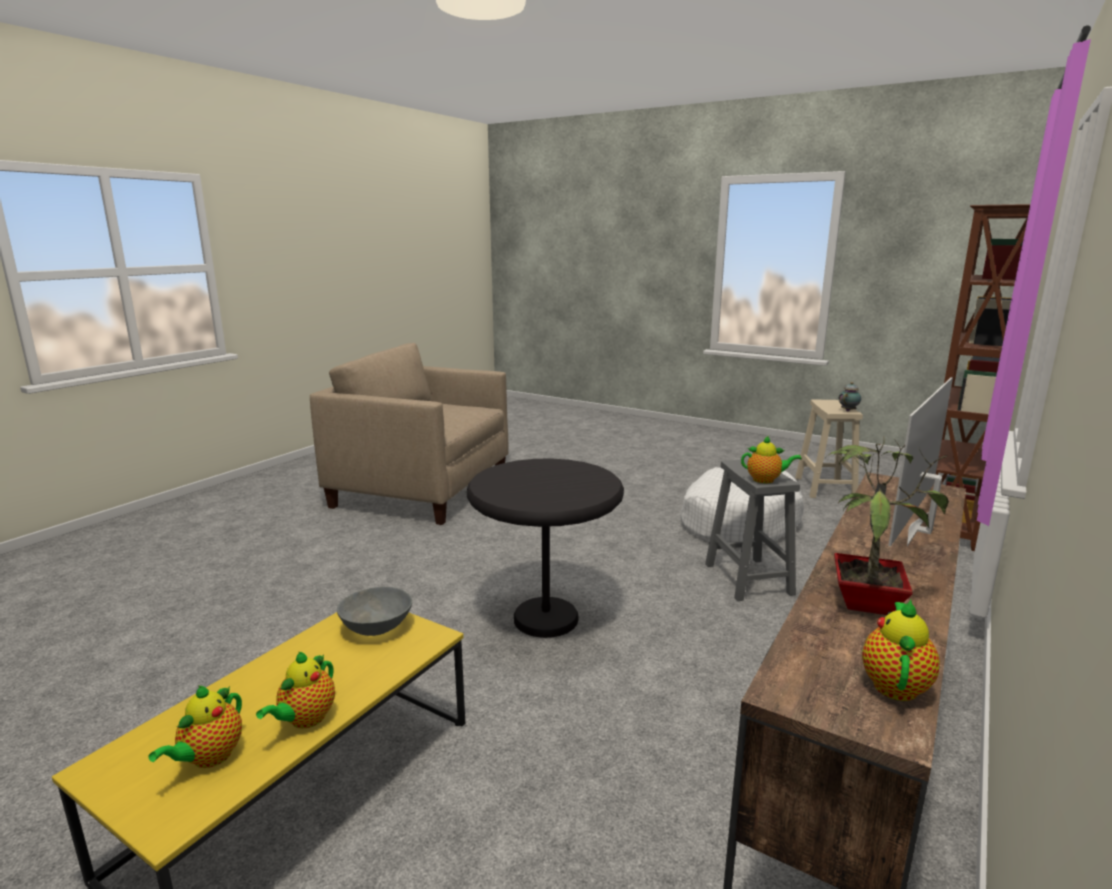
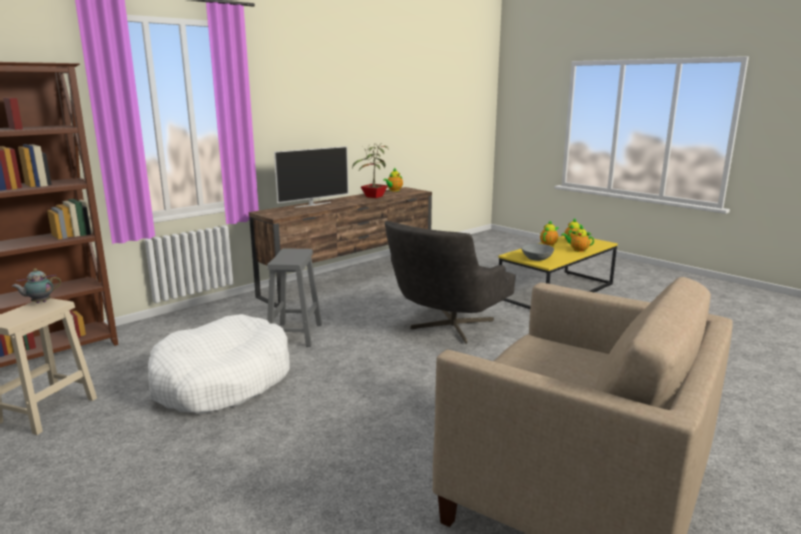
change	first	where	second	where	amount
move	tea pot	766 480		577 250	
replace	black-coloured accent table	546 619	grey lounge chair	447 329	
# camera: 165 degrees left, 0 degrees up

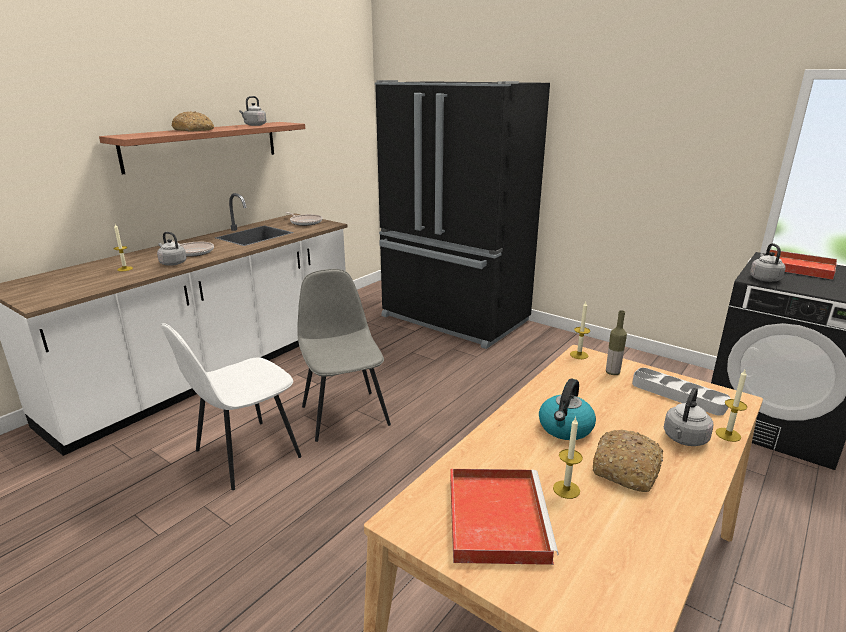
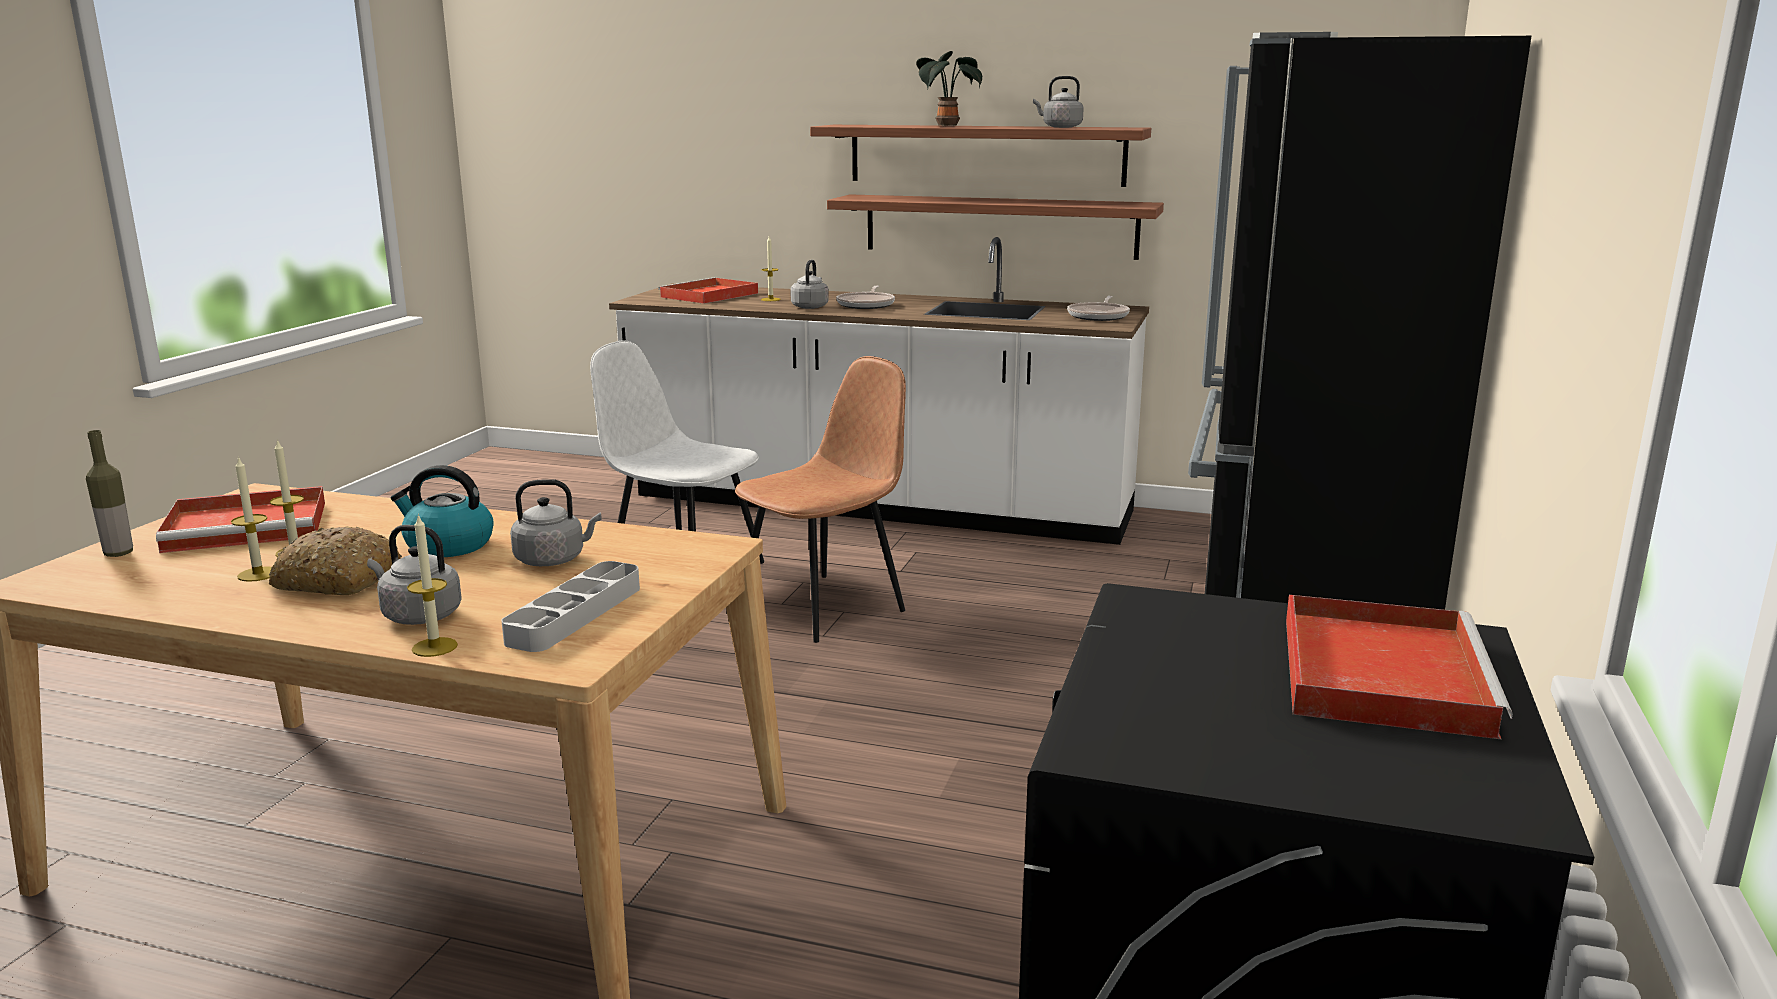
change	first	where	second	where	amount
insert			reddish serving tray	708 295	
insert			shelf	1000 226	
move	wax light	579 355		258 574	
move	bottle	612 372		119 553	
move	grey water kettle	764 278		553 560	
replace	bakery bread	194 130	plant in a pot	945 126	
recolor	grey plain chair	344 414	brownish plain chair	824 606	
# camera: 70 degrees right, 5 degrees down

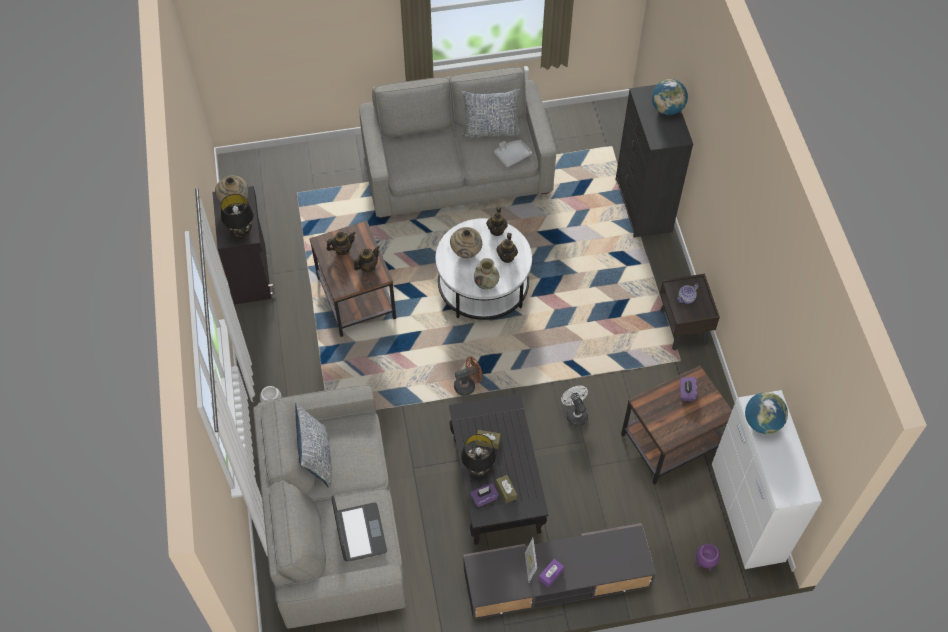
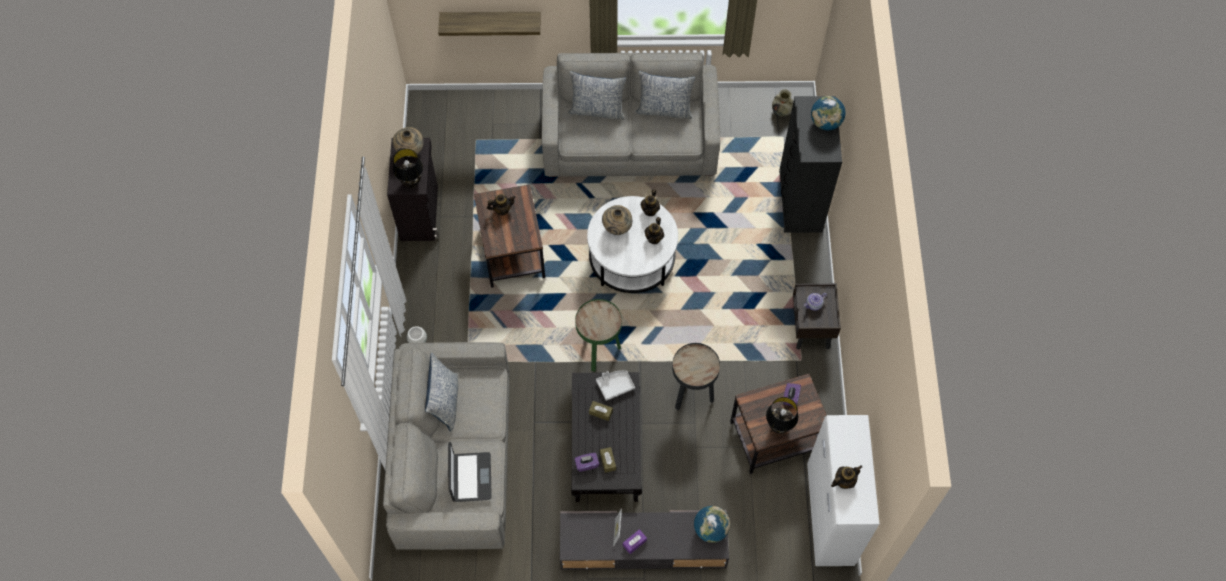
change	first	where	second	where	amount
delete	purplish plant pot	704 564			
insert			shelf	490 20	
insert			pillow	597 110	
move	tea pot	367 266		844 481	
move	black-coloured lamp for a table	478 470		779 427	
move	beige vase	486 283		781 111	
move	grey serving tray	512 155		615 385	
move	desk globe	762 422		710 529	
replace	brownish cooling fan	468 385	green-coloured accent table	599 352	
replace	white cooling fan	575 414	black-coloured accent table	691 395	
# camera: 10 degrees right, 5 degrees up

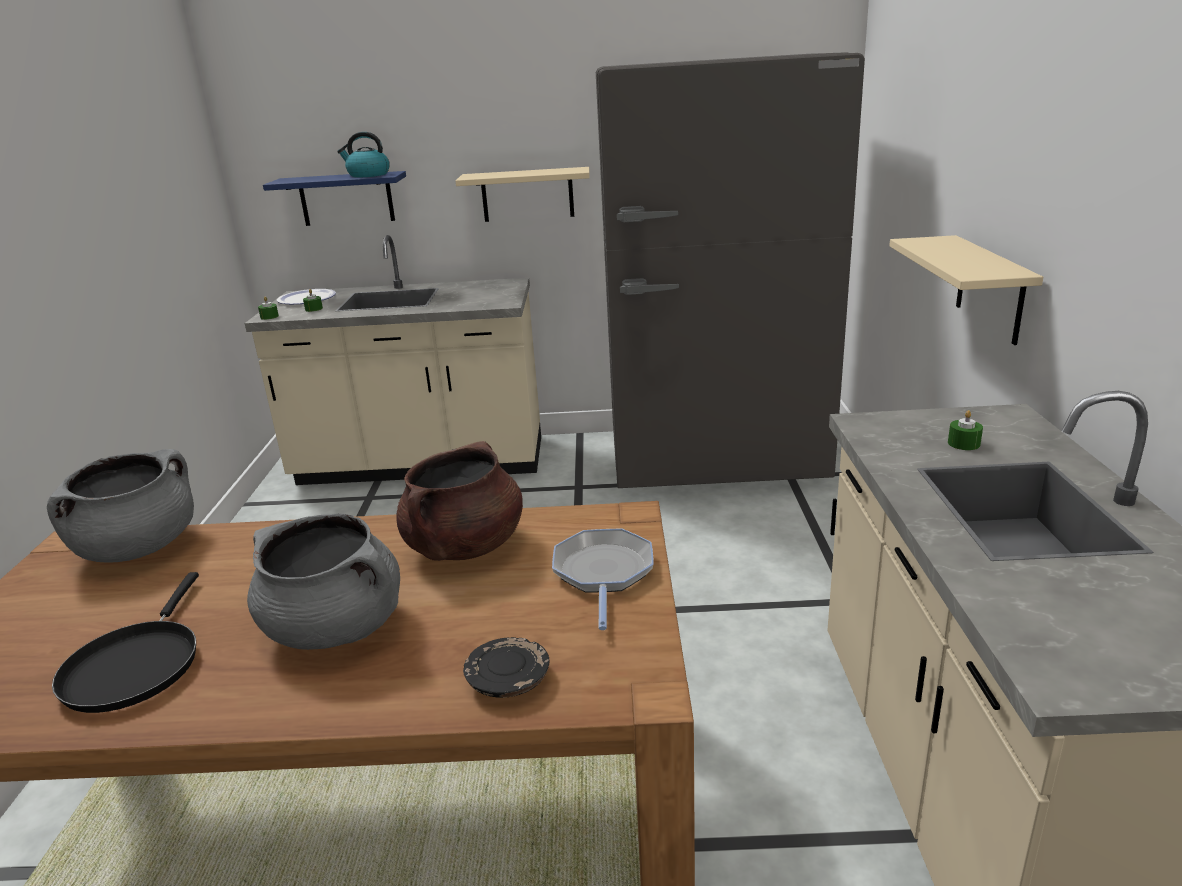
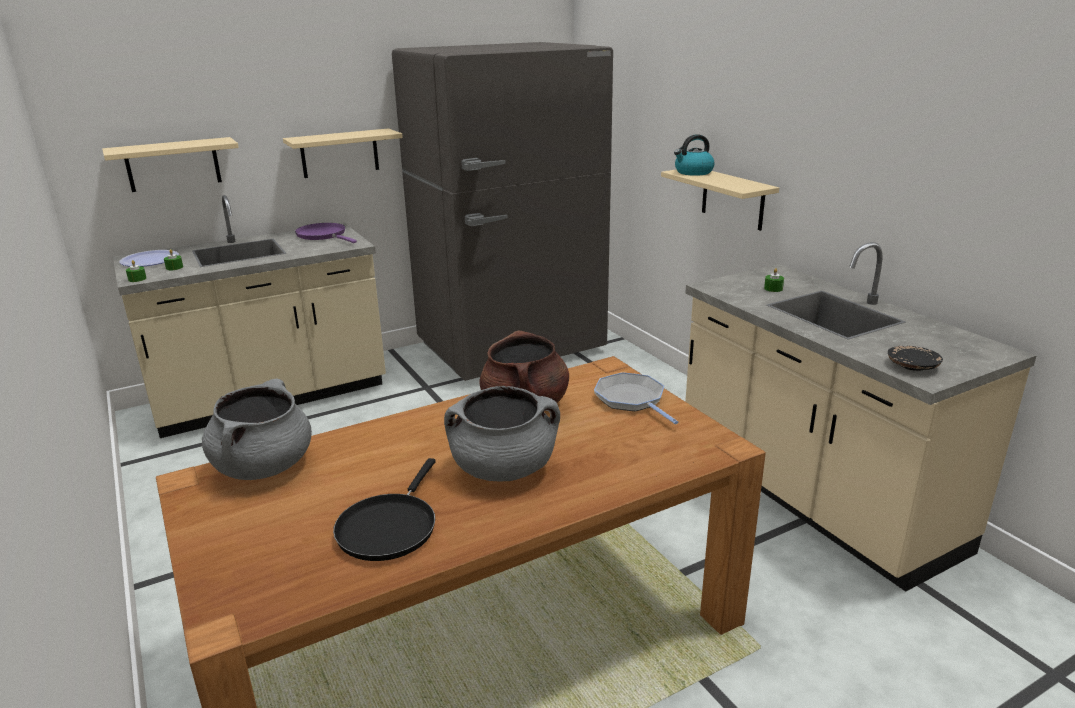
change	first	where	second	where	amount
insert			purplish skillet	323 235	
move	water kettle	368 175		693 172	
move	black-coloured plate	508 679		912 366	
recolor	blue-coloured shelf	346 199	beige shelf	173 164	
rotate	black-coloured skillet	136 665		389 527	45 degrees clockwise
# camera: 30 degrees left, 0 degrees up

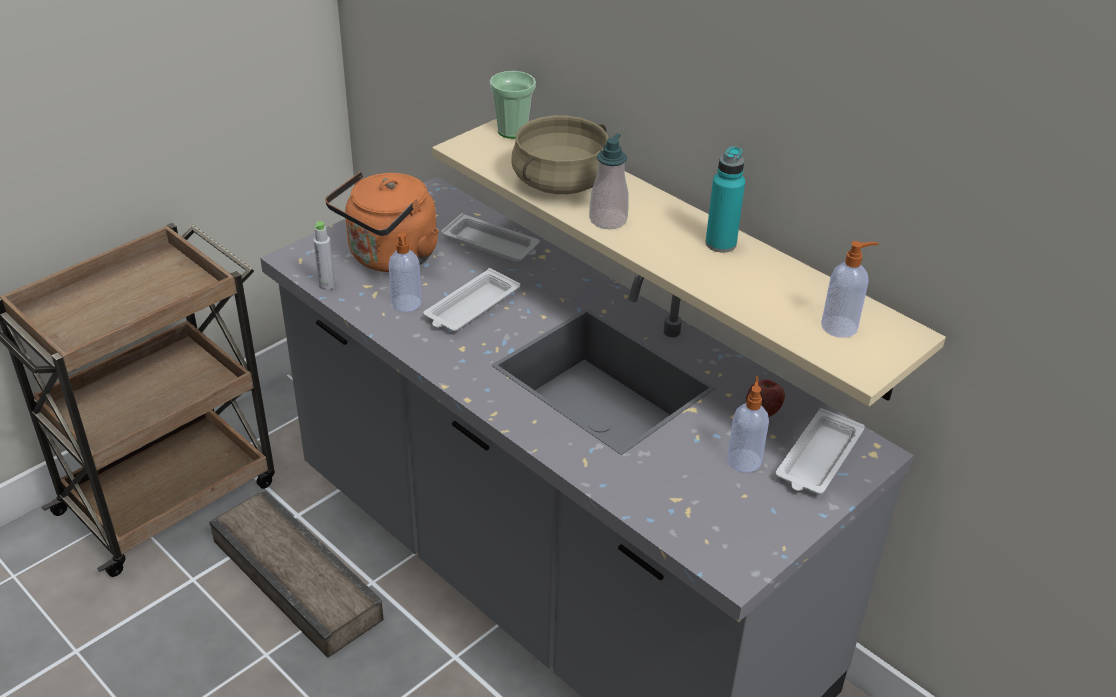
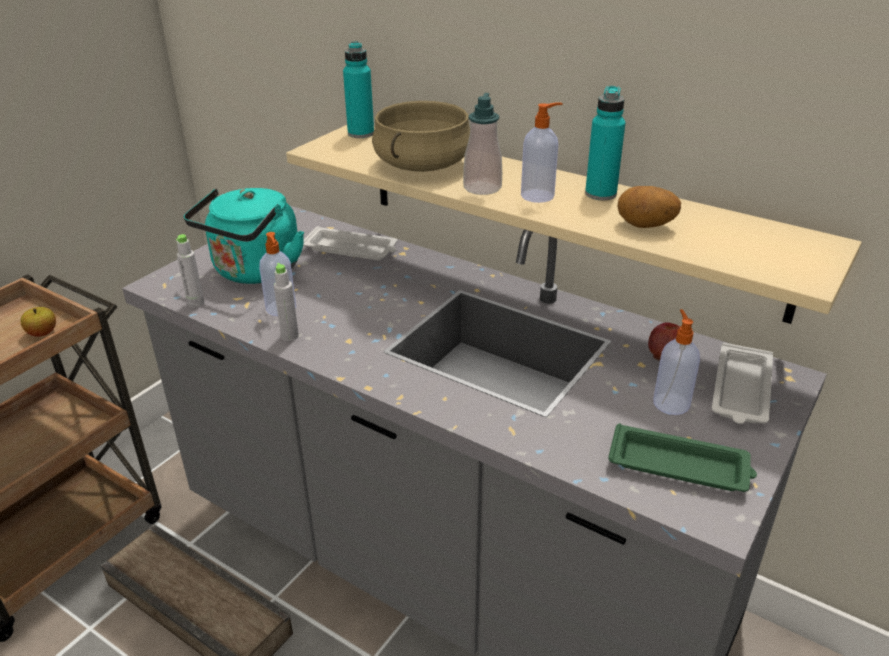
change	first	where	second	where	amount
delete	white serving tray	471 307			
insert			apple fruit	42 333	
insert			grey bottle	290 336	
insert			green-coloured serving tray	680 466	
insert			potato	645 226	
move	soap dispenser	840 327		538 195	
replace	small cup	512 131	turquoise bottle	361 133	
recolor	orangey water kettle	389 258	turquoise water kettle	254 272	
# camera: 10 degrees left, 5 degrees down

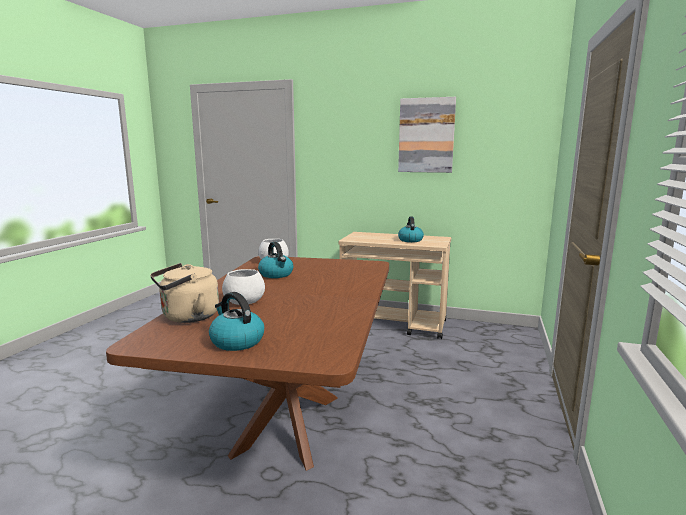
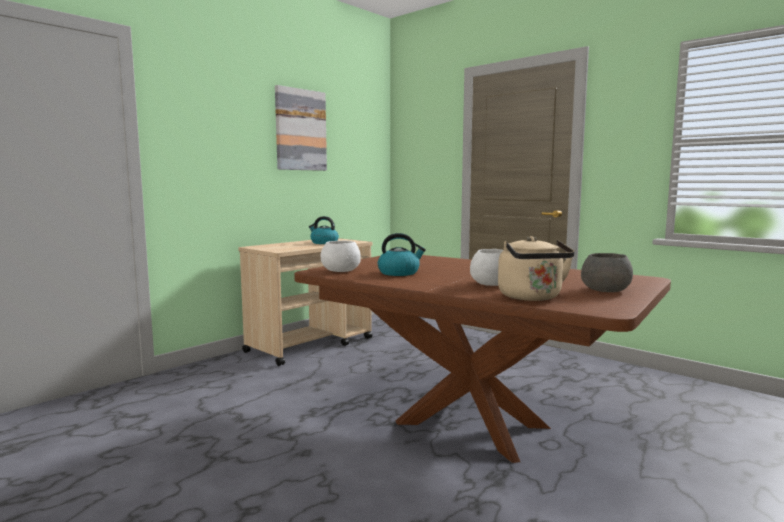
change	first	where	second	where	amount
replace	water kettle	236 341	grey deep dish	606 290	
# camera: 65 degrees left, 5 degrees down

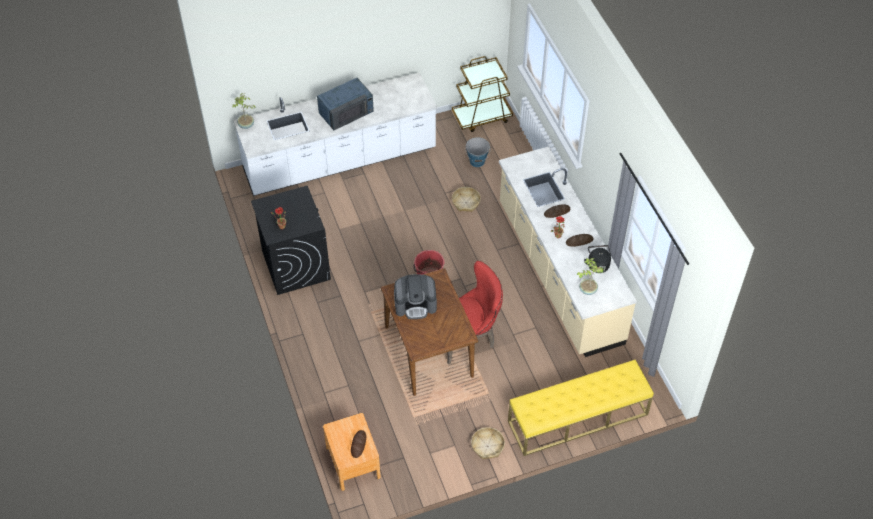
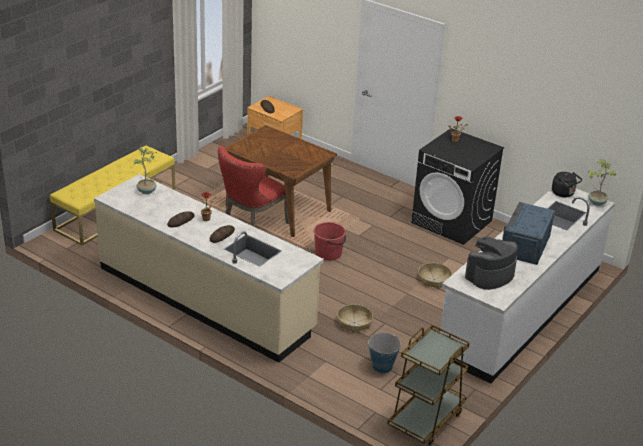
change	first	where	second	where	amount
move	coffee machine	415 304		489 275	
move	basket	487 446		434 279	
move	black-coloured water kettle	597 264		564 193	
# camera: 145 degrees right, 20 degrees down

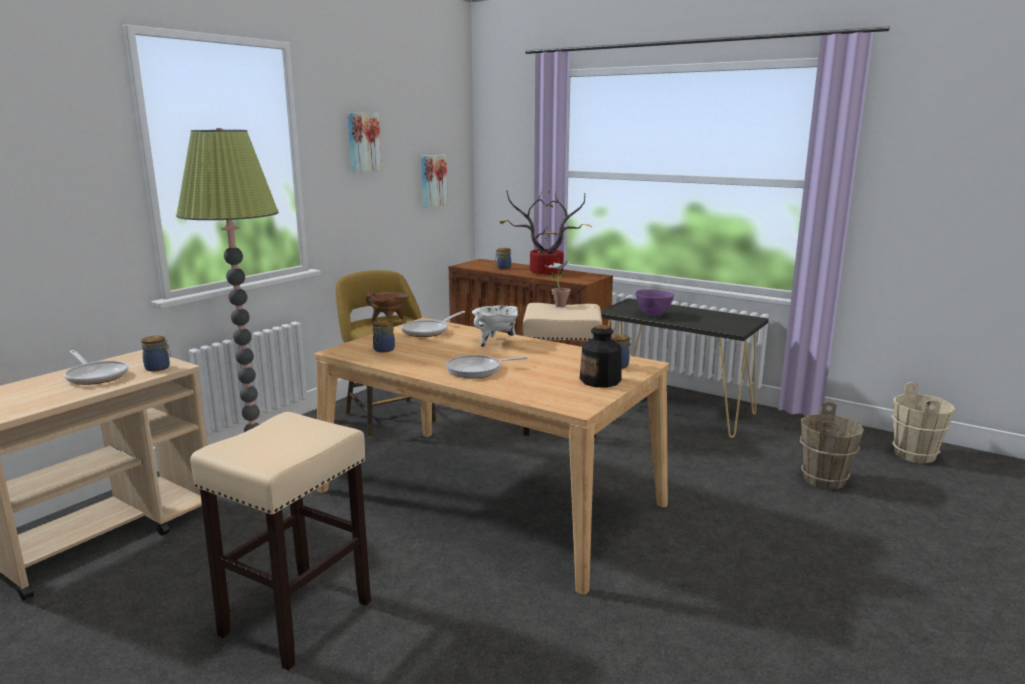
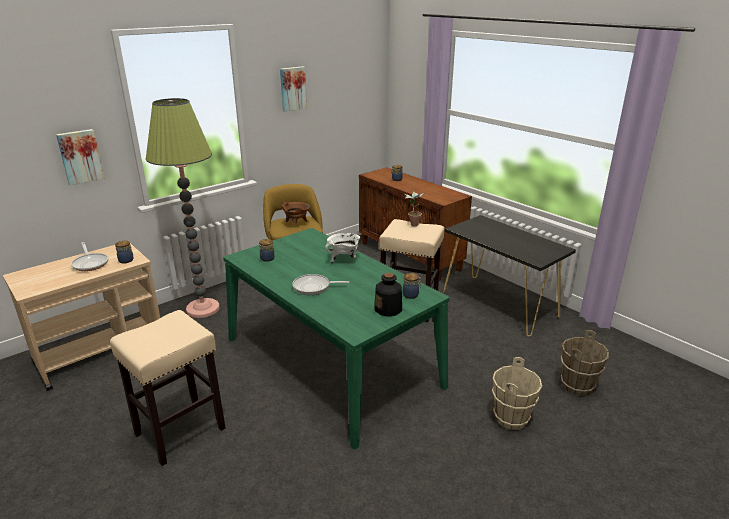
change	first	where	second	where	amount
delete	skillet	428 331			
delete	plant in a pot	543 273			
delete	purplish deep dish	654 315			
move	wall picture	432 180		80 156	
move	beige water bucket	915 455		511 418	
recolor	beige dinner table	489 497	green-coloured dinner table	331 361	
# camera: 15 degrees right, 10 degrees up

